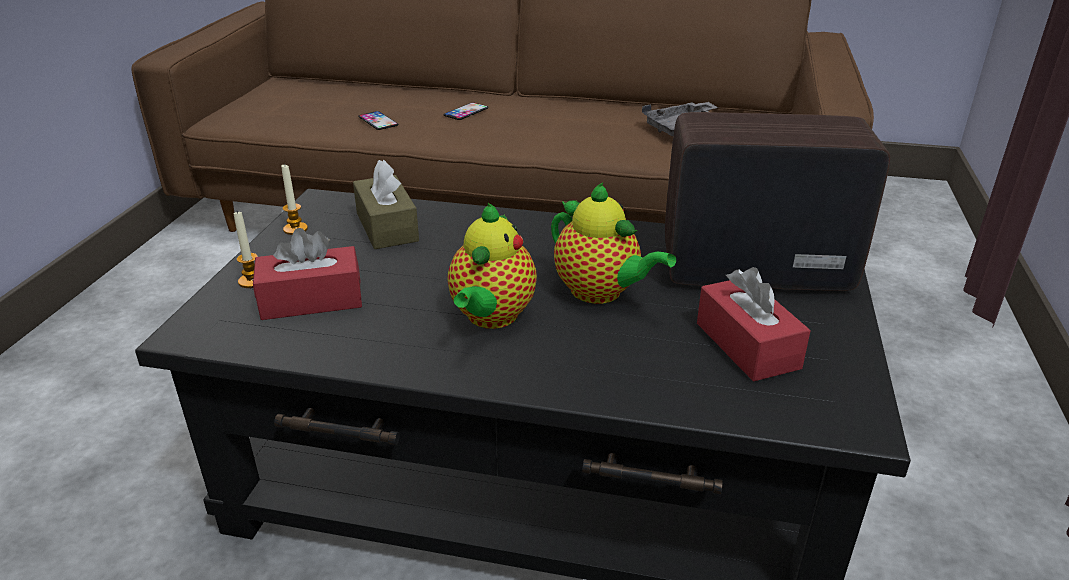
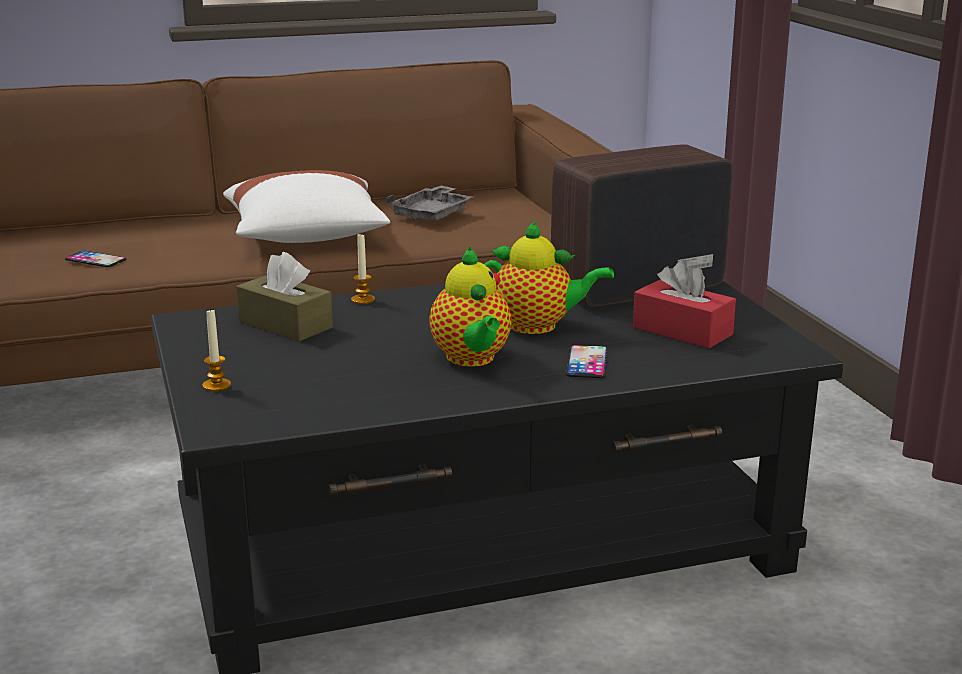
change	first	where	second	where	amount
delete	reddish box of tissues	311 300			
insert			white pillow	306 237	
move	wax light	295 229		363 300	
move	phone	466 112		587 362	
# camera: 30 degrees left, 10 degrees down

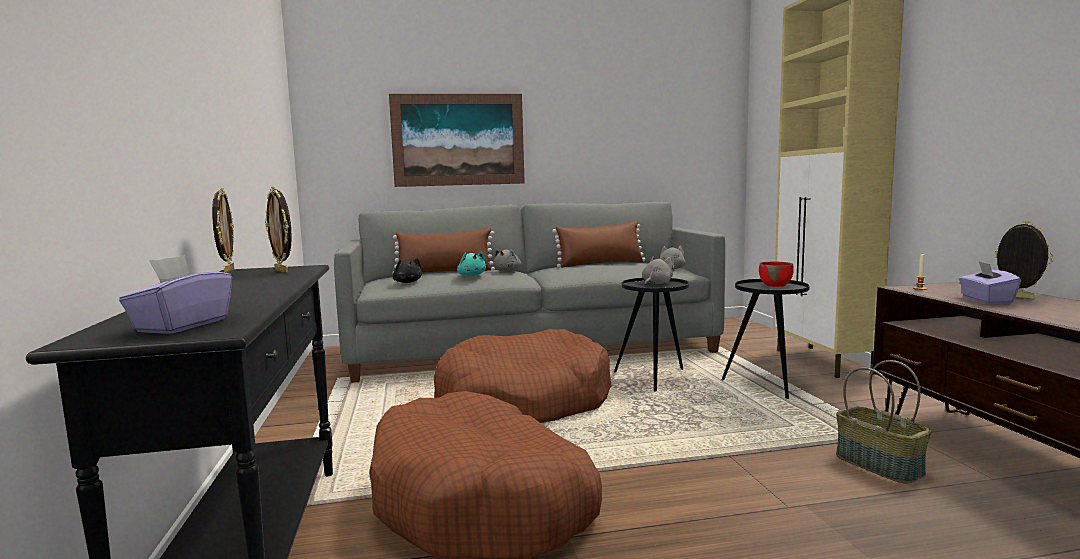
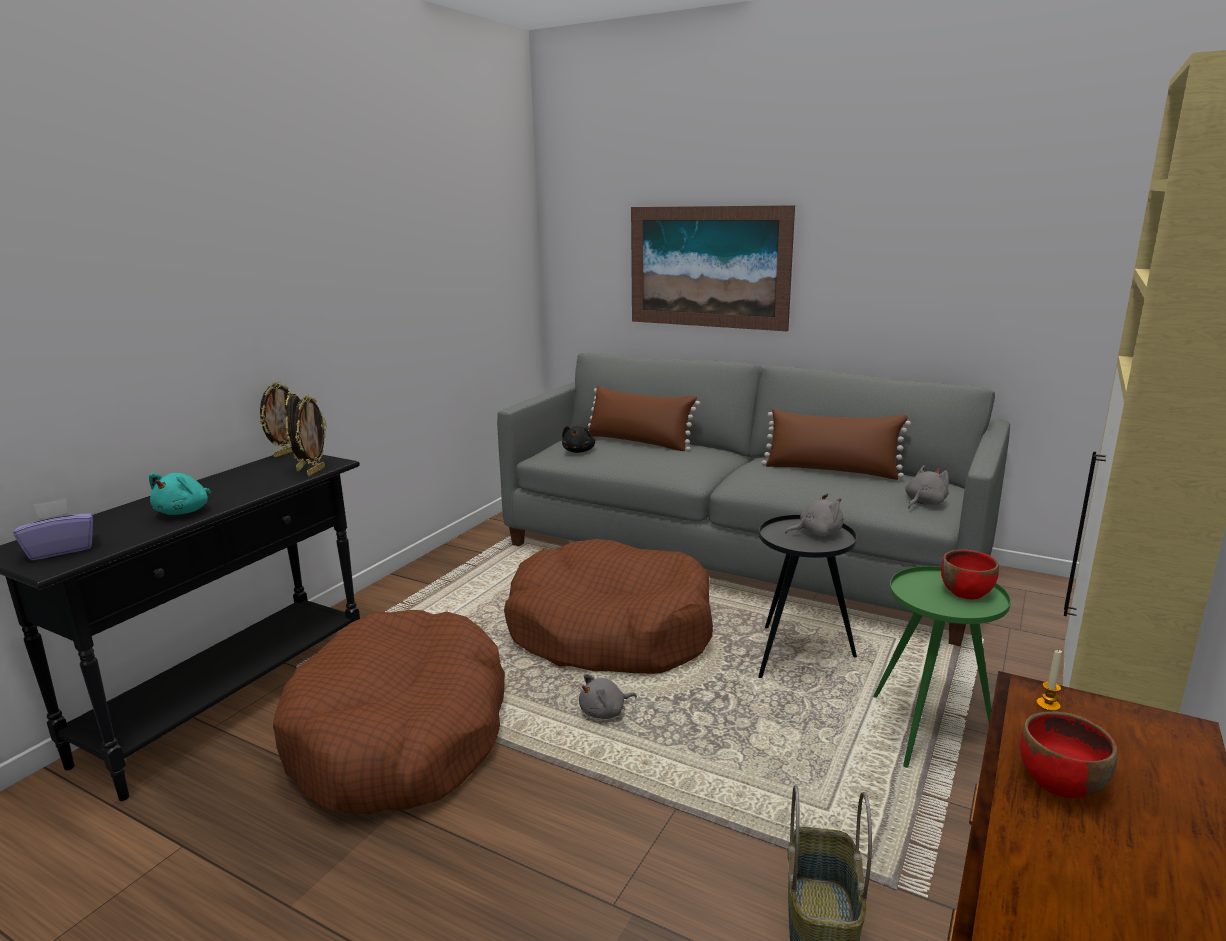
change	first	where	second	where	amount
move	turquoise cuddly toy	471 275		185 511	
move	grey cuddly toy	508 271		605 712	
move	picture frame	1018 297		315 471	
replace	purplish box of tissues	986 300	reddish deep dish	1060 782	
recolor	black-coloured accent table	768 383	green-coloured accent table	930 730	
# camera: 40 degrees right, 10 degrees up

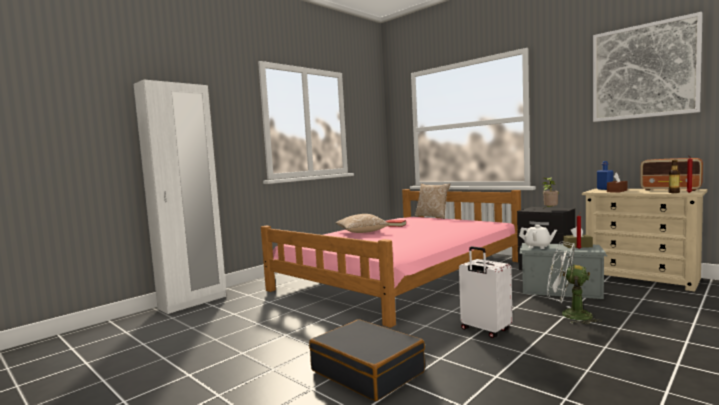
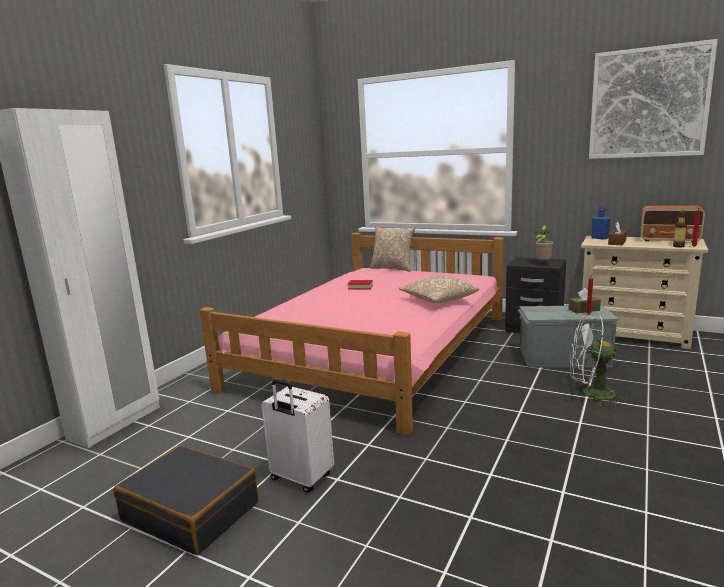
change	first	where	second	where	amount
delete	white tea pot	537 247			
move	black-coloured piece of luggage	367 371		191 511	
move	pillow	361 232		438 300	
move	white piece of luggage	485 330		301 478	
# camera: 15 degrees left, 10 degrees up

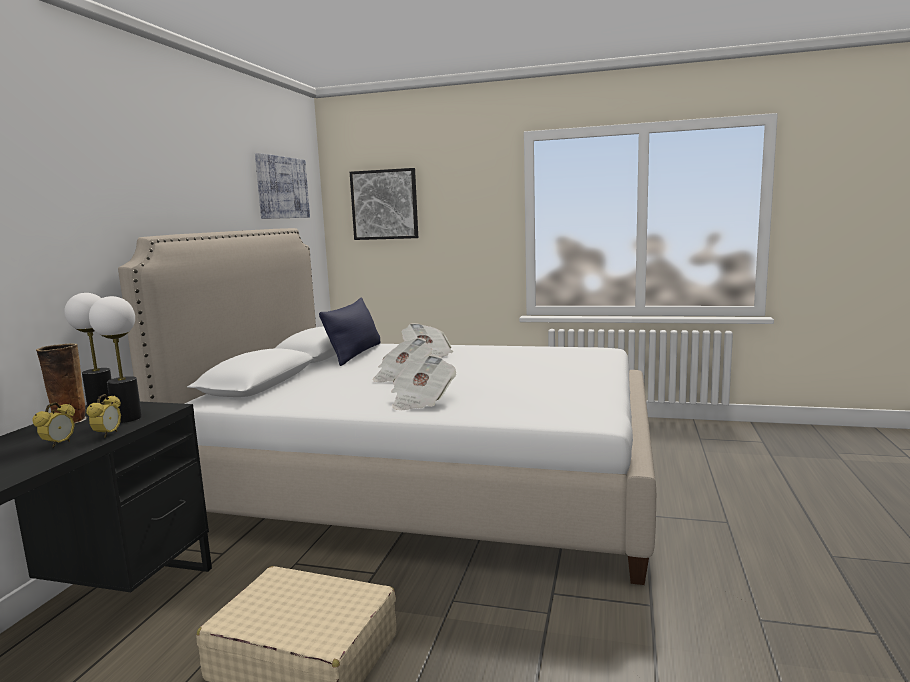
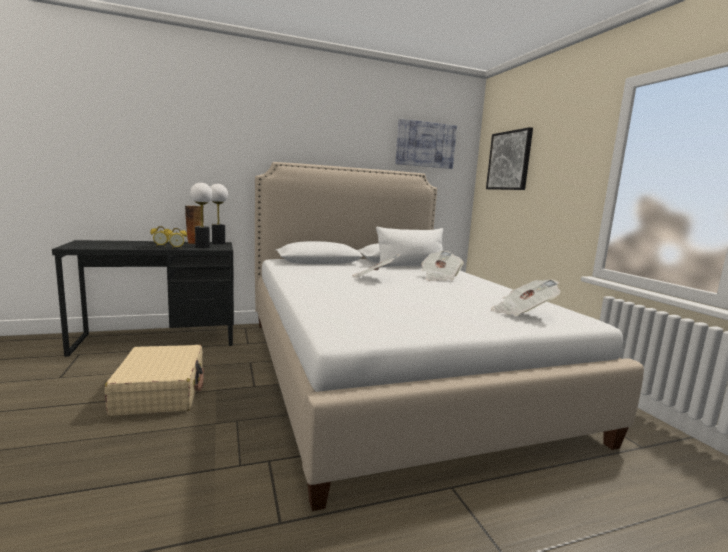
change	first	where	second	where	amount
move	daily paper	421 401		522 313	
recolor	blue-coloured pillow	355 354	white pillow	411 266	
# camera: 55 degrees right, 0 degrees up

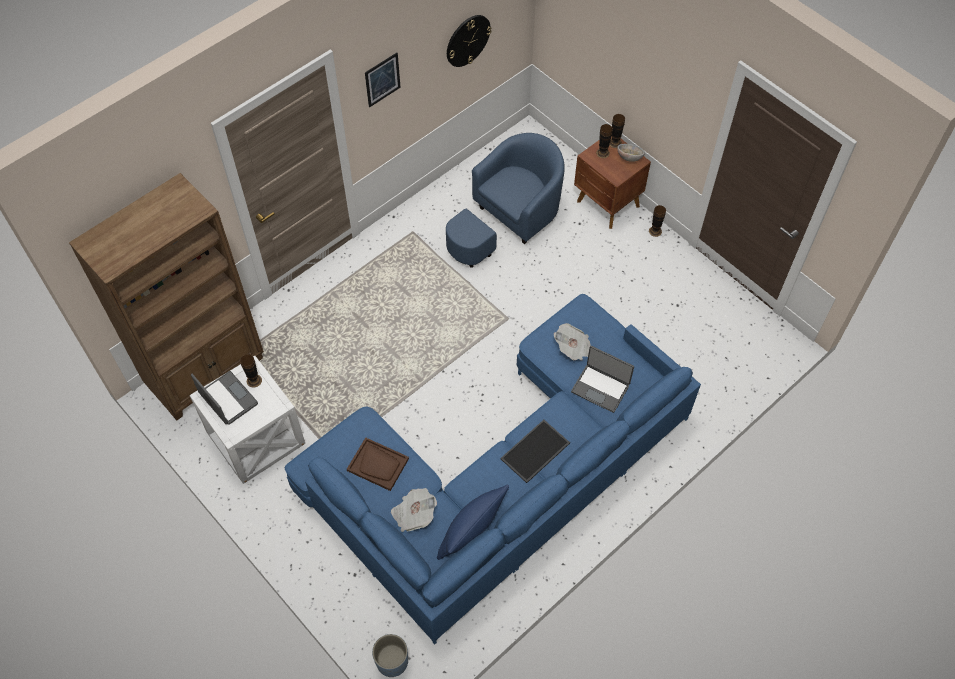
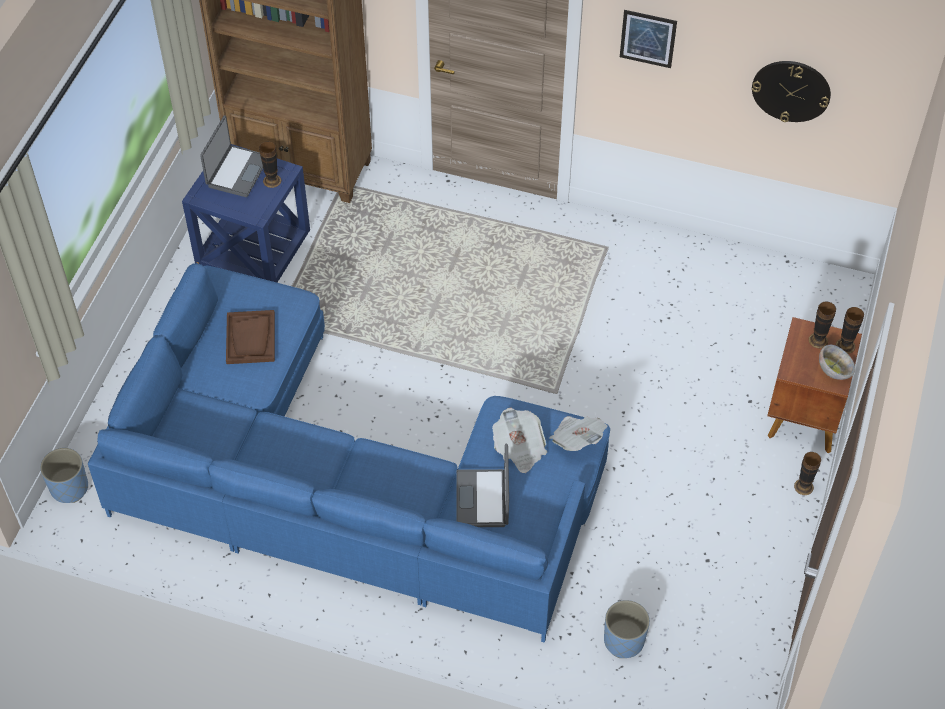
change	first	where	second	where	amount
delete	blue-coloured pillow	471 530			
delete	blue-coloured lounge chair	508 221			
delete	serving tray	535 452			
insert			blue-coloured plant pot	623 641	
move	daily paper	414 514		577 440	
recolor	white accent table	255 438	blue-coloured accent table	253 246	
# camera: 60 degrees right, 5 degrees down

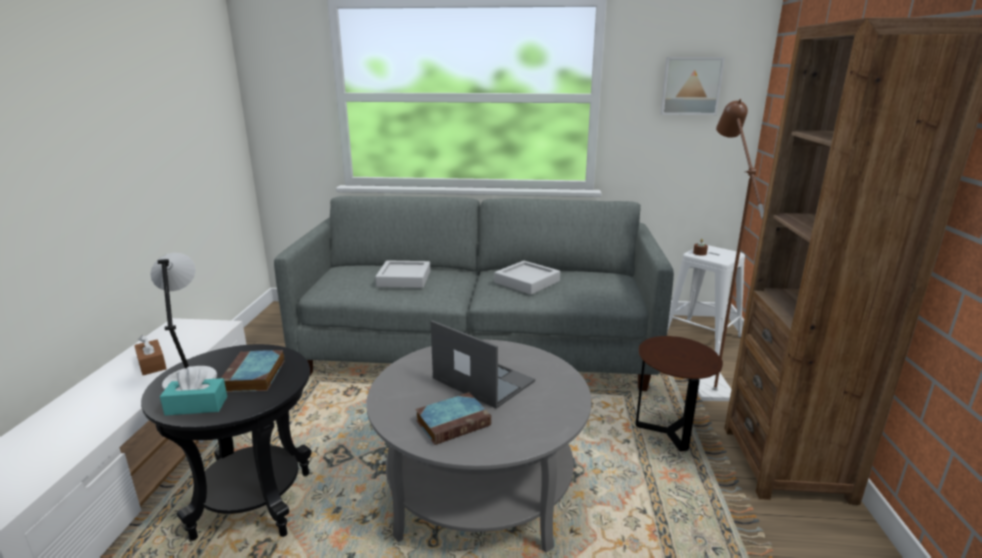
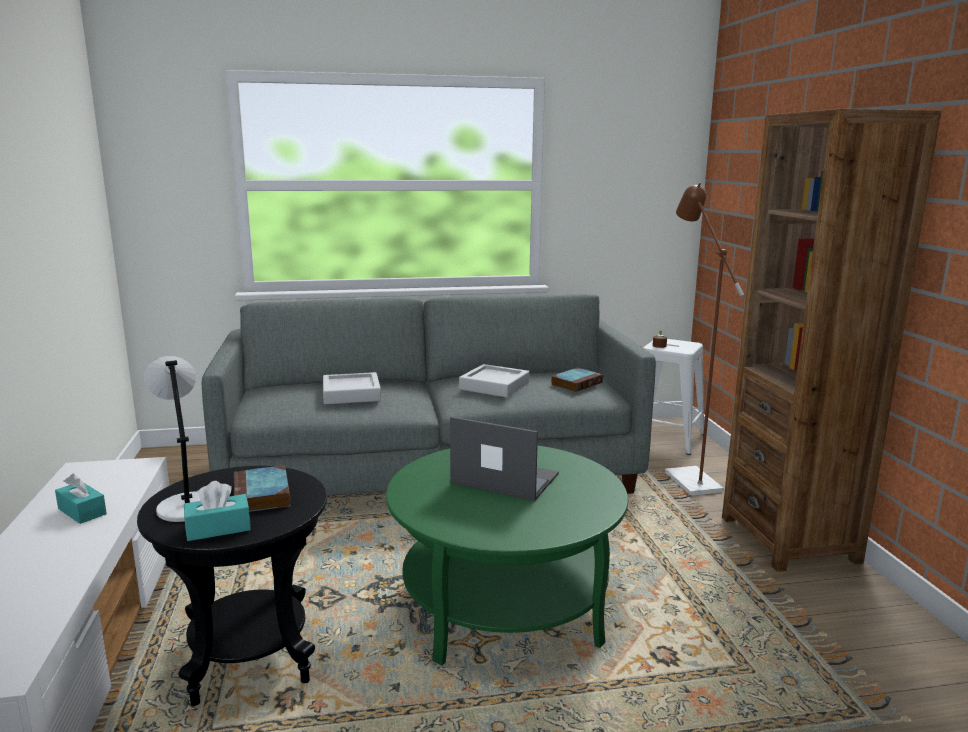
change	first	where	second	where	amount
delete	brownish accent table	668 432			
delete	wall picture	690 86			
move	book	454 422		577 383	
recolor	brownish box of tissues	152 364	turquoise box of tissues	82 511	
recolor	grey coffee table	480 489	green-coloured coffee table	505 605	
# camera: 15 degrees left, 5 degrees down

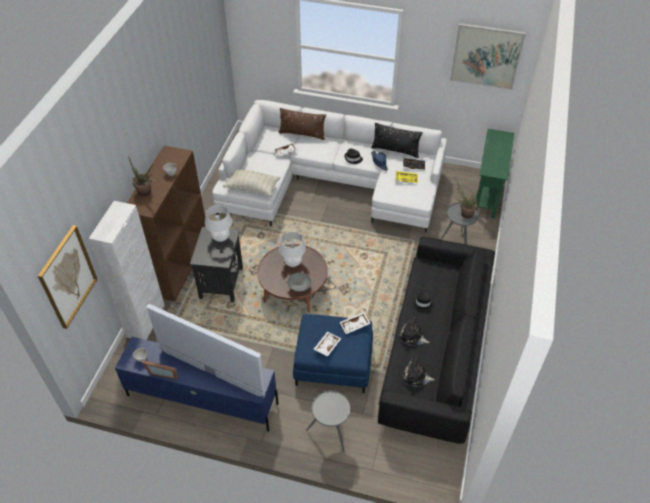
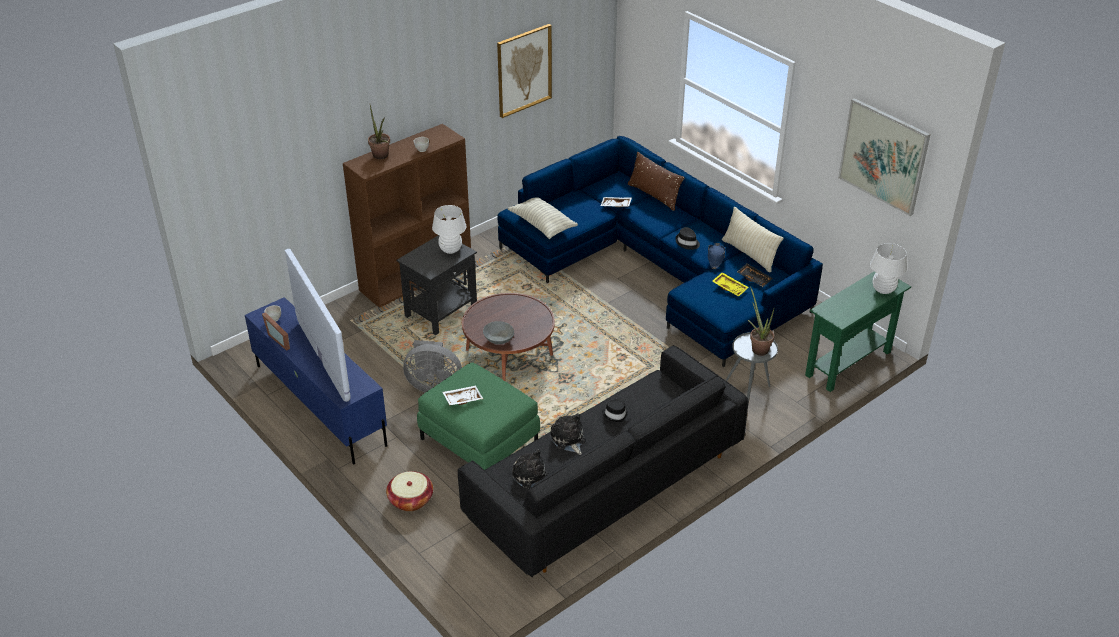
change	first	where	second	where	amount
delete	white cupboard	146 321			
delete	white serving tray	355 325			
insert			grey cooling fan	434 386	
move	wall picture	67 277		524 70	
move	white lamp for a table	293 262		883 290	
replace	grey accent table	330 434	basket	410 500	
recolor	white couch	328 182	blue-coloured couch	657 268	
recolor	blue-coloured pouffe	333 364	green-coloured pouffe	479 440	
recolor	black-coloured pillow	395 150	beige pillow	749 254	
# camera: 35 degrees right, 10 degrees down

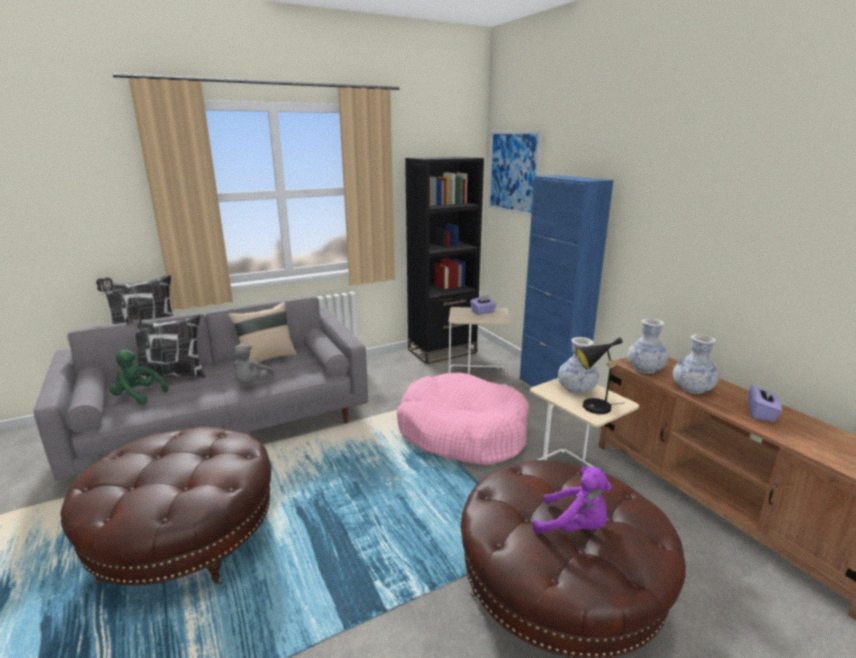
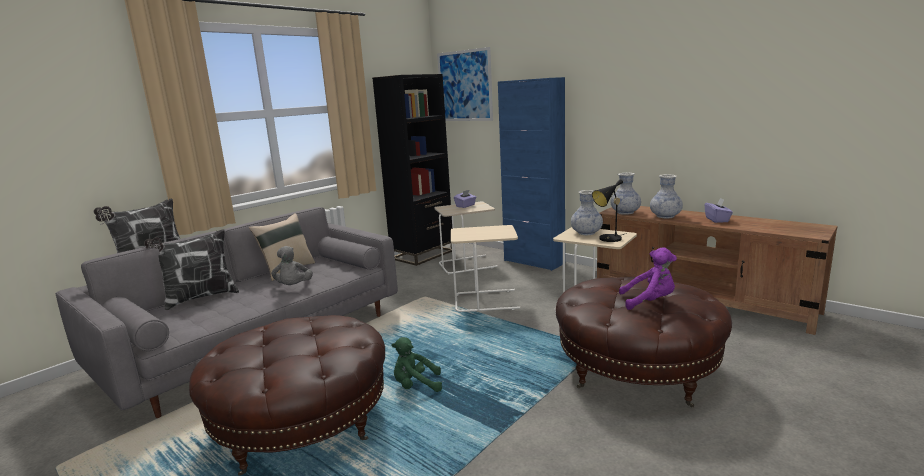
change	first	where	second	where	amount
move	green-coloured cuddly toy	138 396		416 386	
replace	pink-coloured pet bed	462 432	beige accent table	487 301	
# camera: 20 degrees left, 5 degrees down

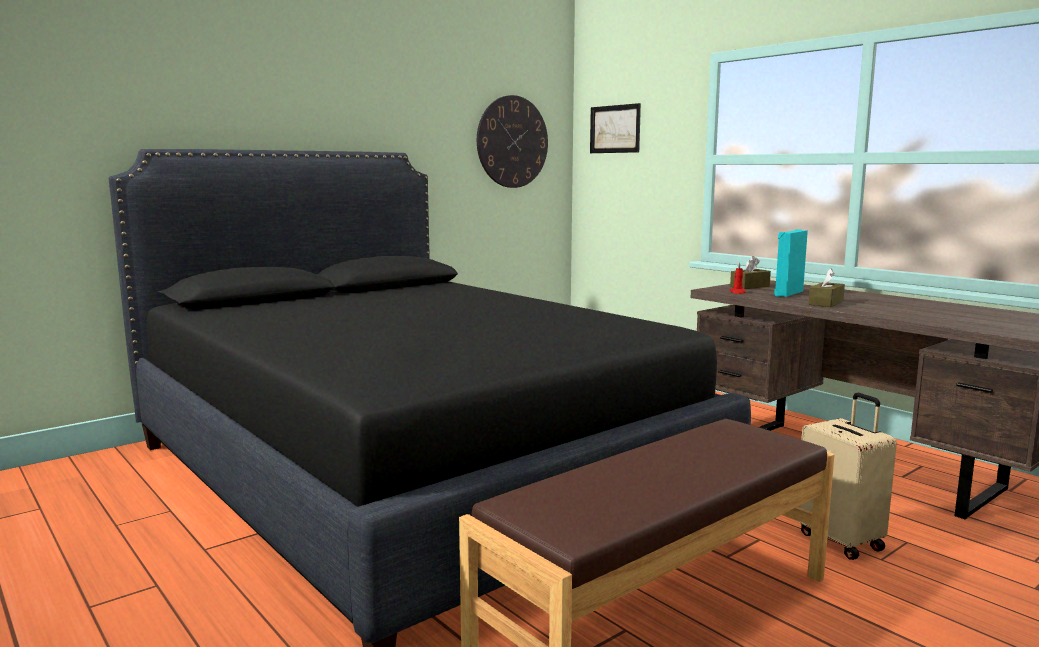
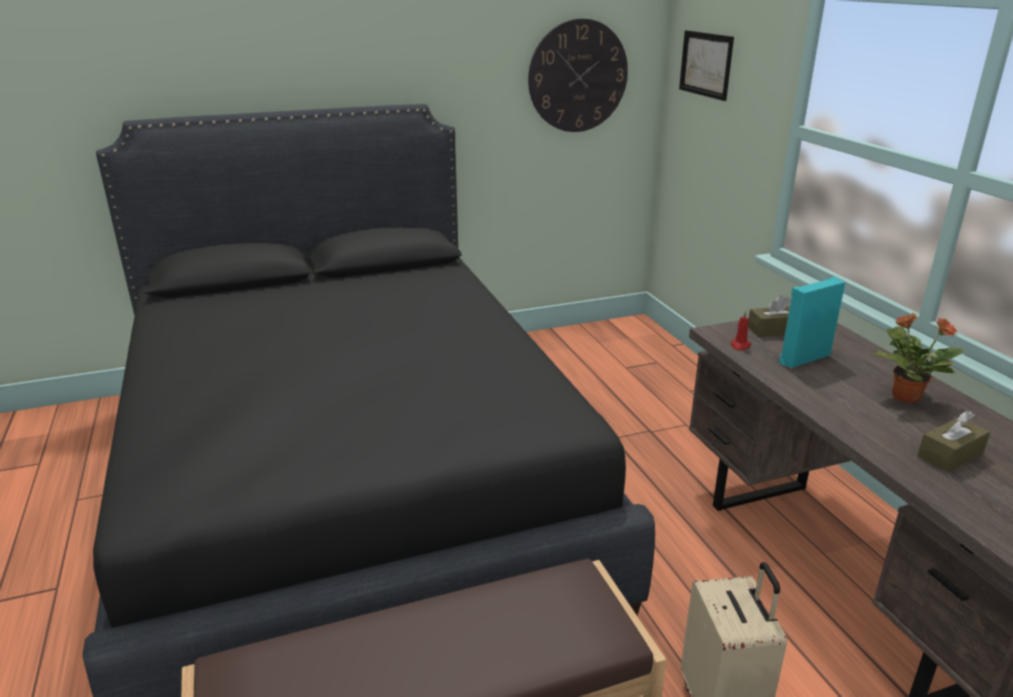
change	first	where	second	where	amount
insert			plant in a pot	905 396	
move	brownish box of tissues	826 303		950 455	
# camera: 20 degrees right, 15 degrees up

